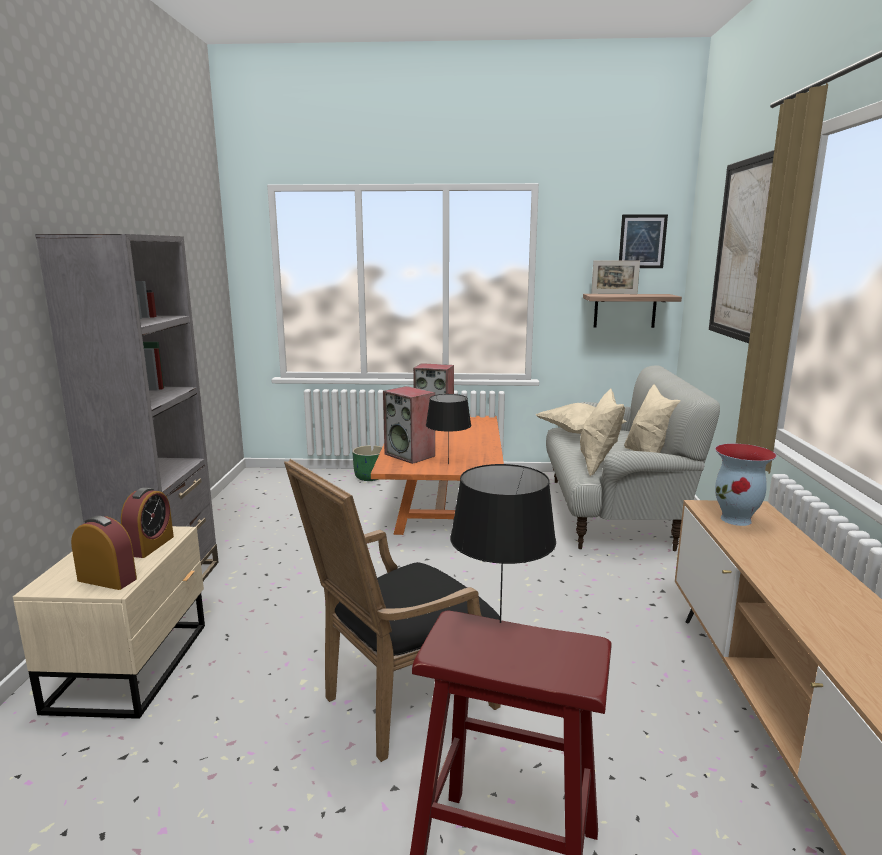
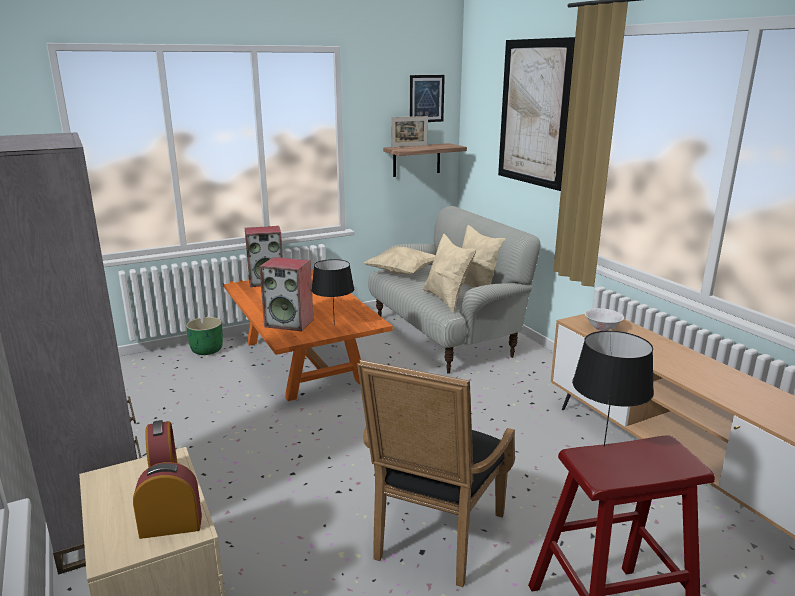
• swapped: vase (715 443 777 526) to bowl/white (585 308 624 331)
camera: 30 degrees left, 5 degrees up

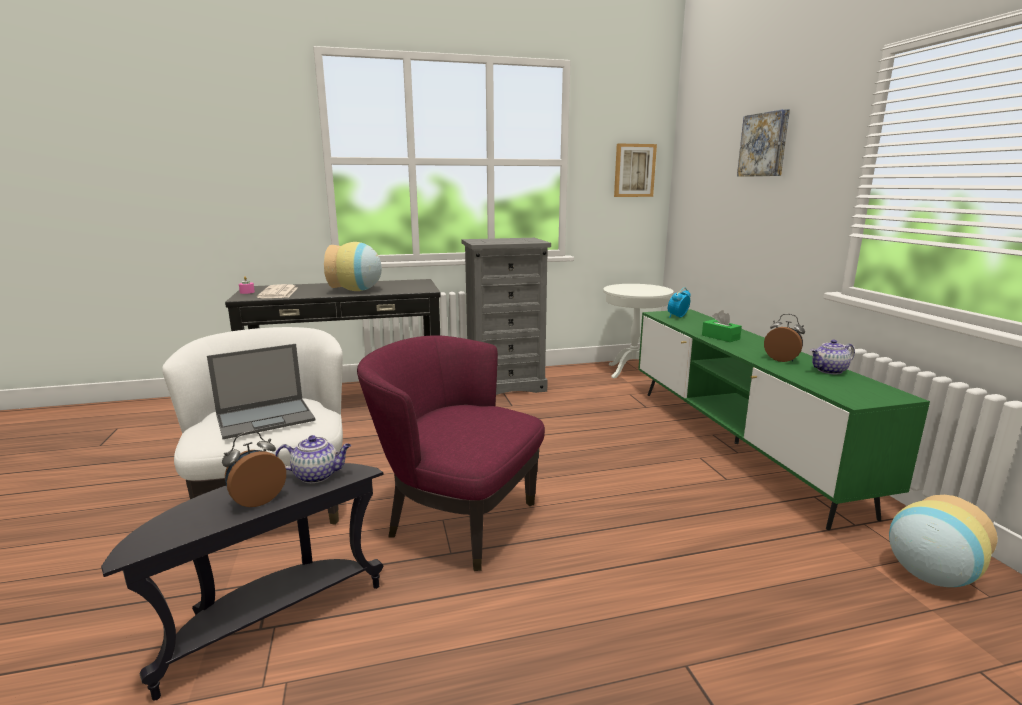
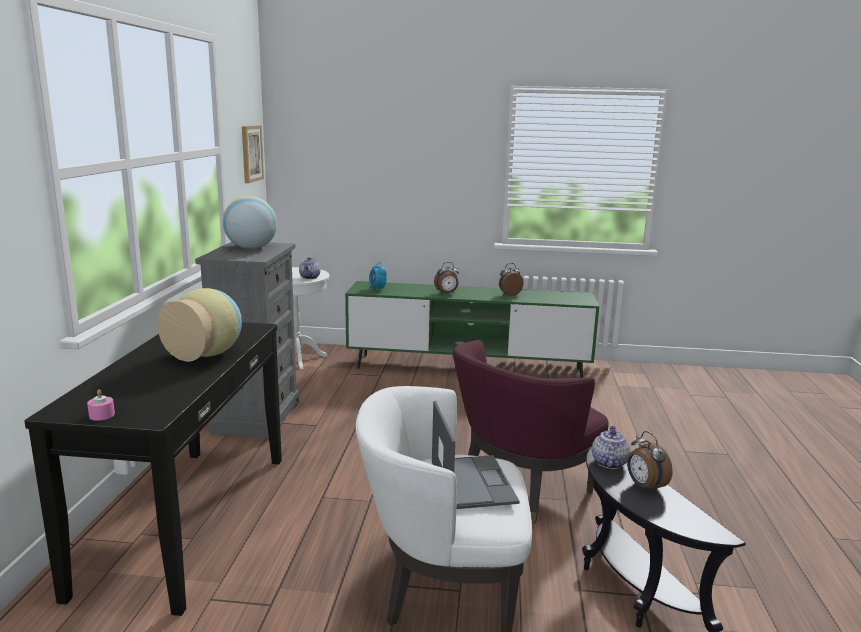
• shifted: vase (889 495 998 587) to (223 196 277 249)
• shifted: teapot (810 340 855 374) to (299 257 321 279)
• swapped: box of tissues/greenish (702 310 742 342) to alarm clock (434 262 459 294)
• gone: printed paper (257 284 297 298)
• gone: wall picture (737 109 790 177)
camera: 70 degrees left, 0 degrees up

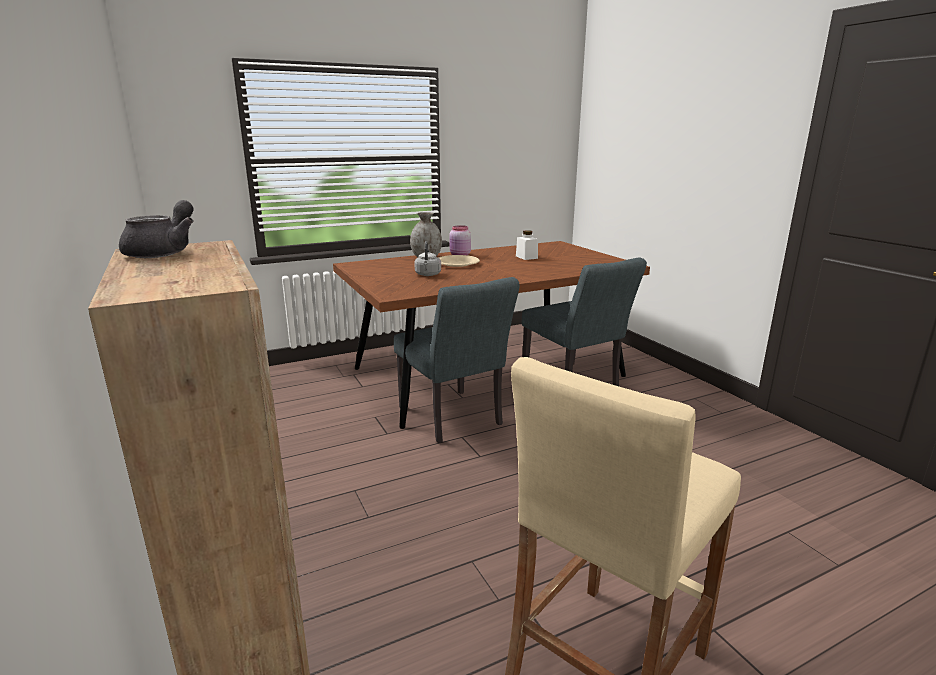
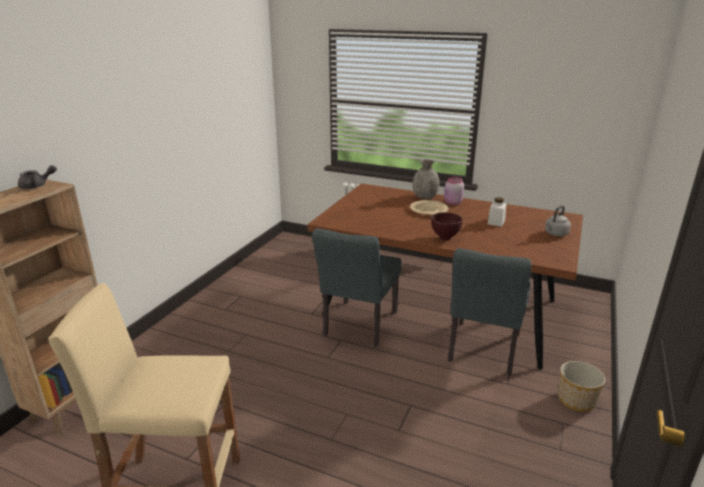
• new: bowl/brownish (431 212 463 240)
• shifted: water kettle/gray (414 241 441 276) to (545 205 571 236)
• new: plant pot (558 361 606 412)
camera: 50 degrees right, 5 degrees up

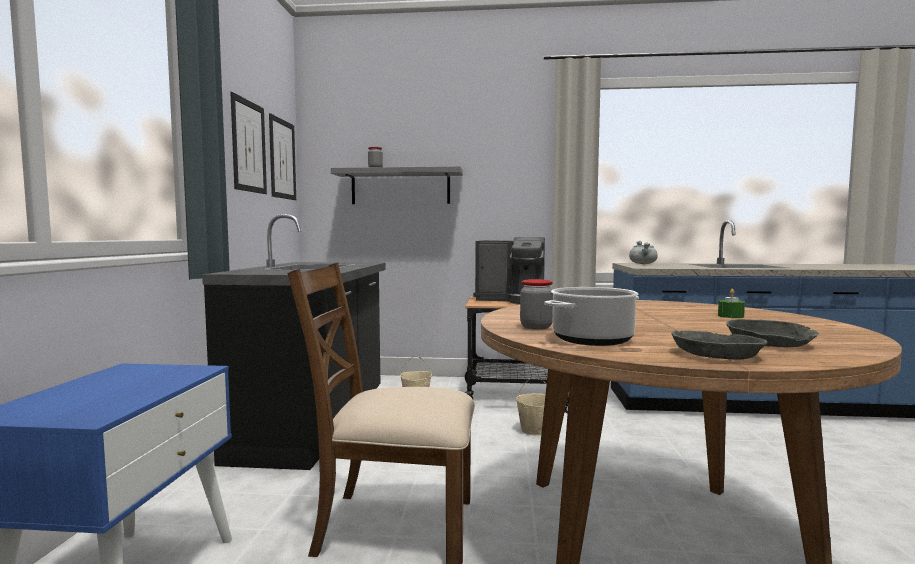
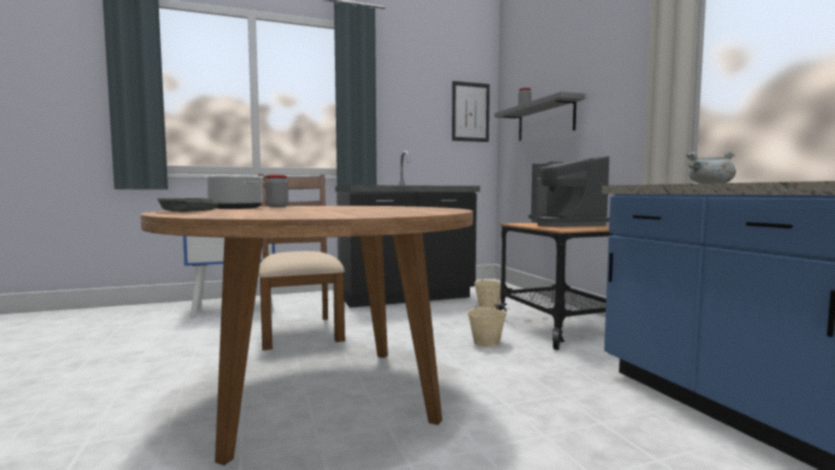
• gone: wall picture (230 92 267 194)
• gone: wax candle/greenish (718 289 745 318)
• gone: bowl/gray (726 319 818 347)
camera: 65 degrees right, 0 degrees up

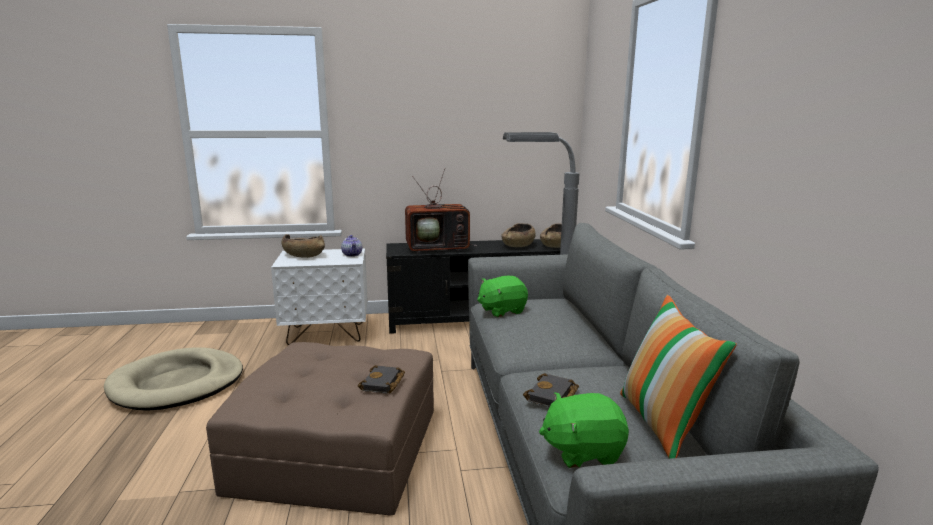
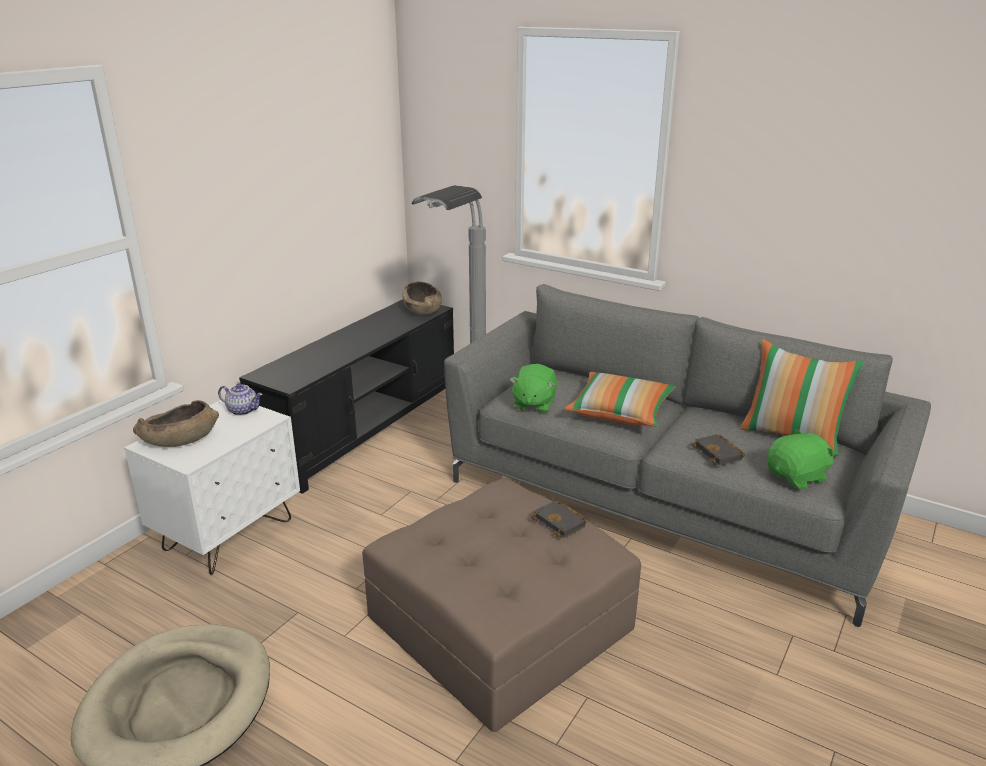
• new: throw pillow (564 372 675 427)
• rotated: cuddly toy/greenish (539 392 629 468) = (767 429 837 490) 150 degrees counterclockwise
• gone: TV (405 168 477 254)
• gone: bowl/brownish (501 223 536 247)
camera: 50 degrees left, 10 degrees up

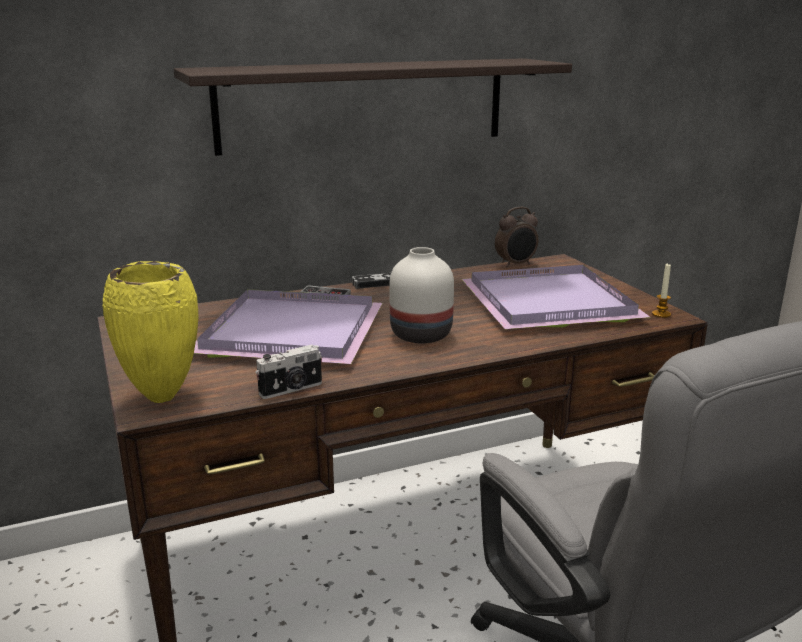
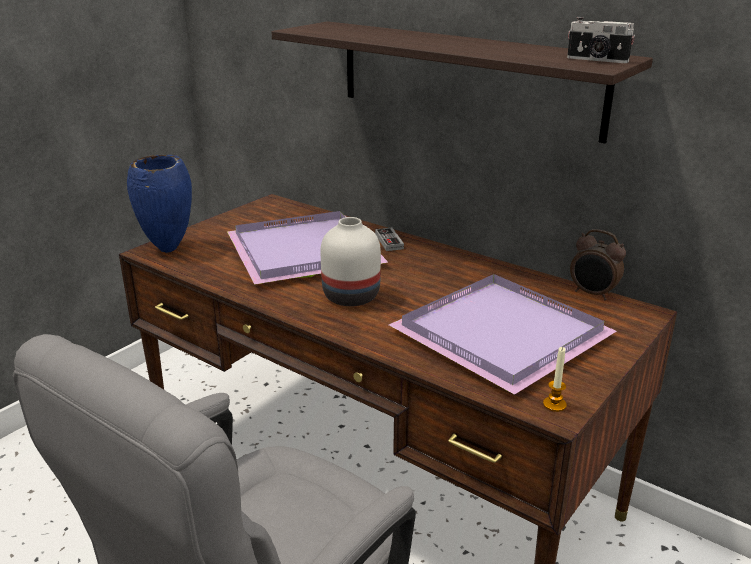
• repainted: vase/yellow (102 261 199 403) to vase/blue-coloured (127 155 192 253)
• shifted: photo camera (255 345 322 399) to (567 17 635 63)
• gone: gamepad (352 273 391 289)
camera: 60 degrees right, 5 degrees up

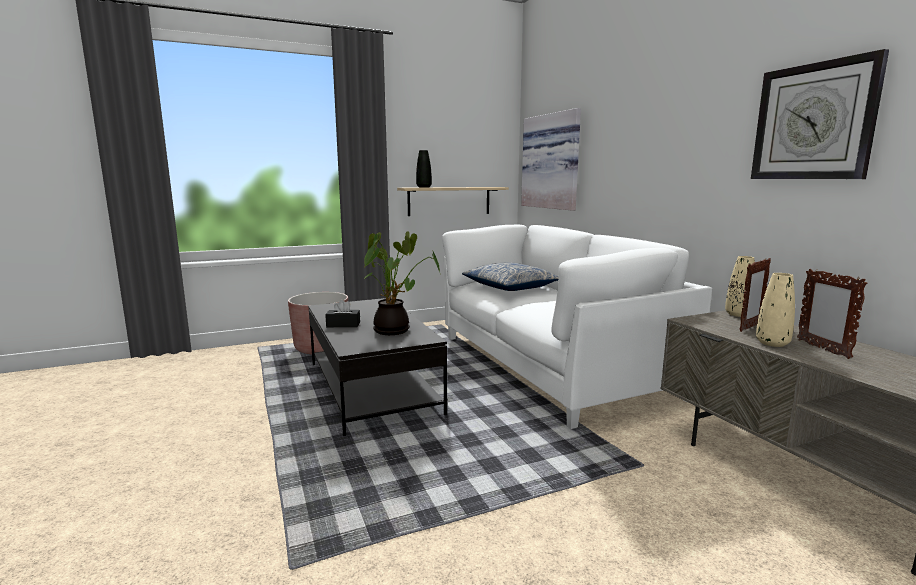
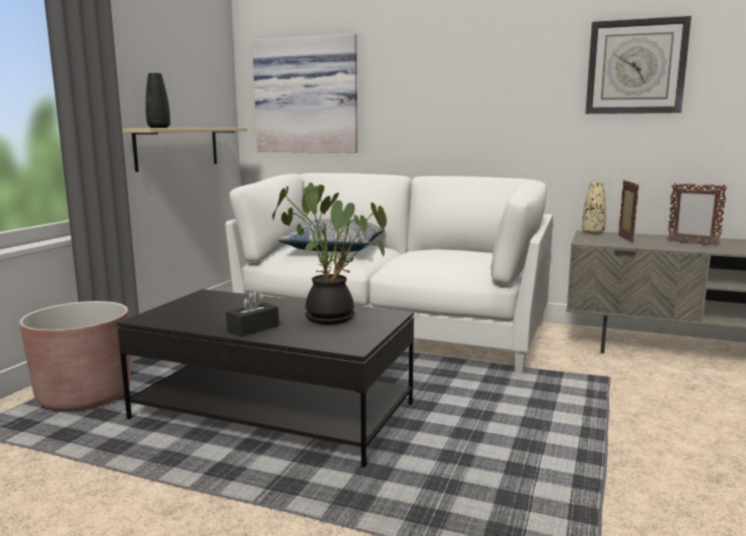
• gone: vase/beige (756 273 795 347)
camera: 45 degrees left, 0 degrees up

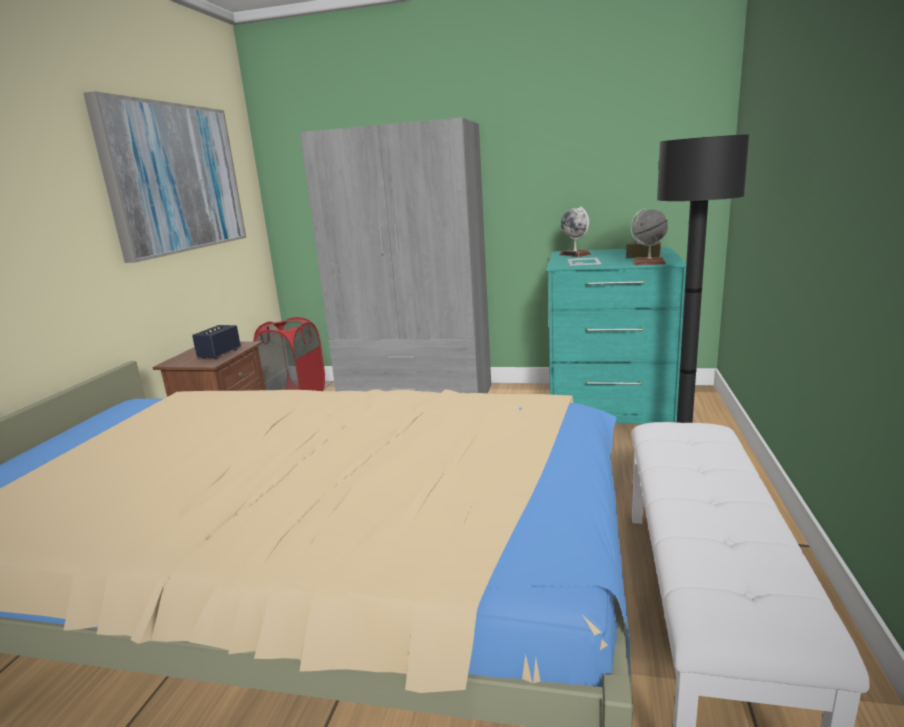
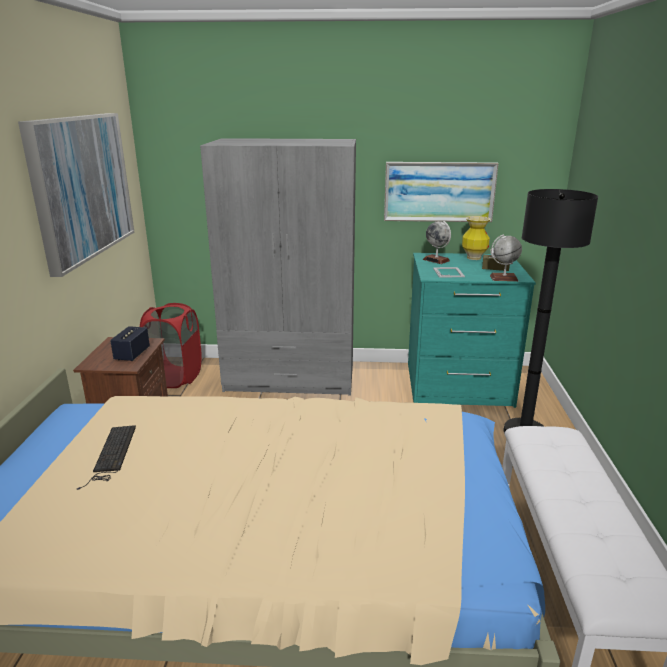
• new: keyboard (77 425 136 490)
• new: wall picture (384 162 499 222)
• new: vase (462 216 491 260)
camera: 10 degrees left, 5 degrees up

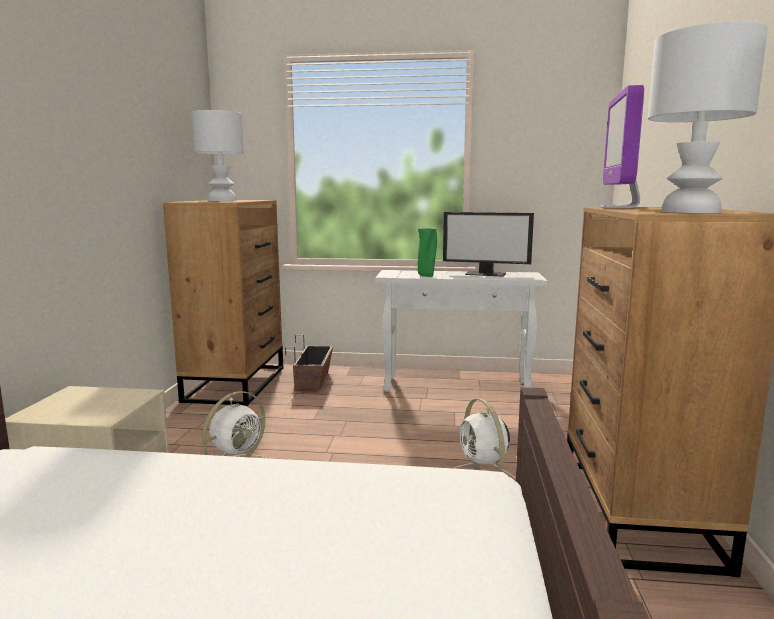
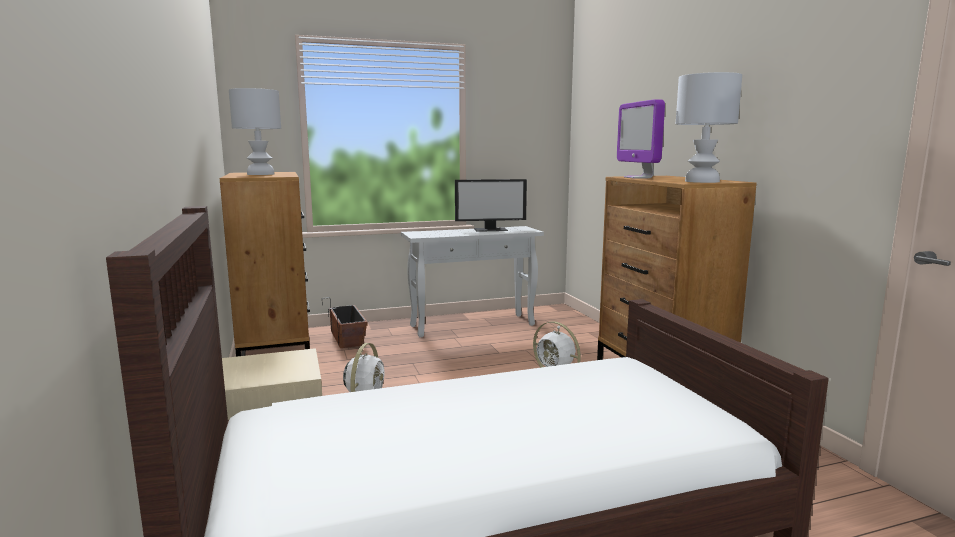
• gone: vase/greenish (418 228 437 277)
camera: 25 degrees left, 0 degrees up

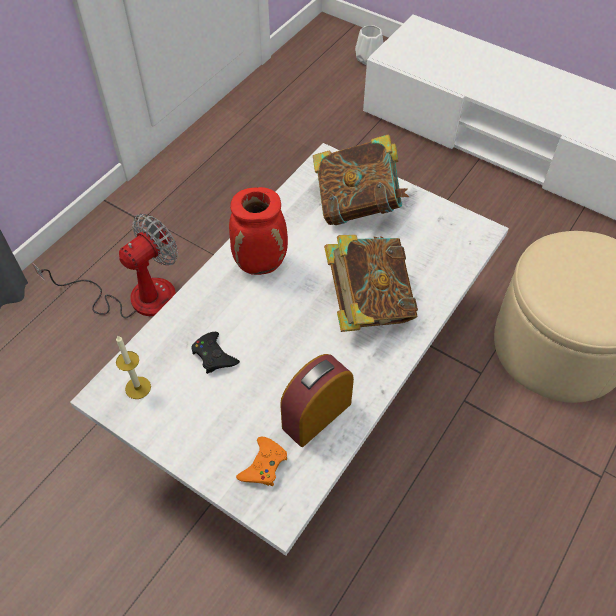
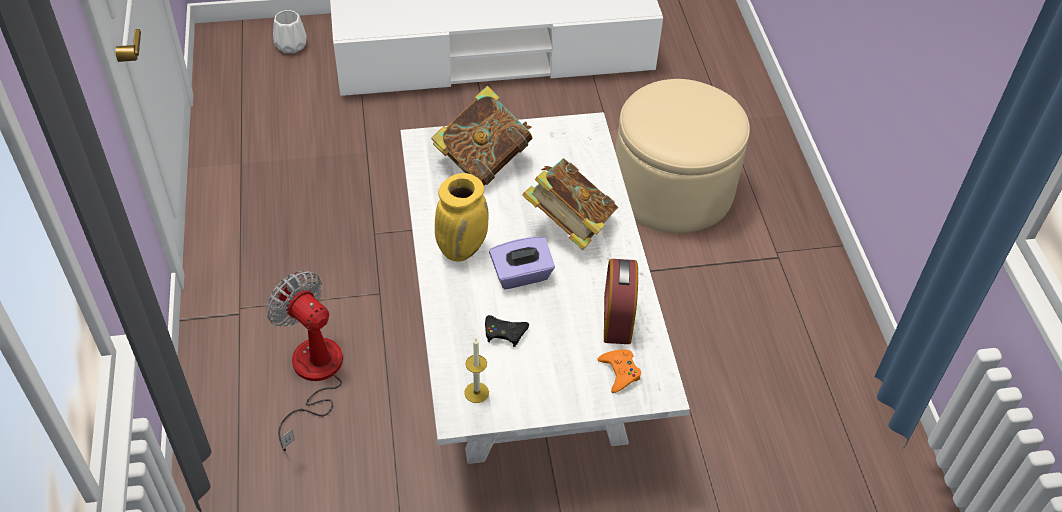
• rotated: electric fan (32 214 178 318) = (267 271 343 452) 45 degrees counterclockwise
• repainted: vase/red-coloured (229 187 288 275) to vase/yellow (435 173 489 262)
• new: box of tissues/purple (489 237 555 289)
camera: 45 degrees left, 5 degrees down

